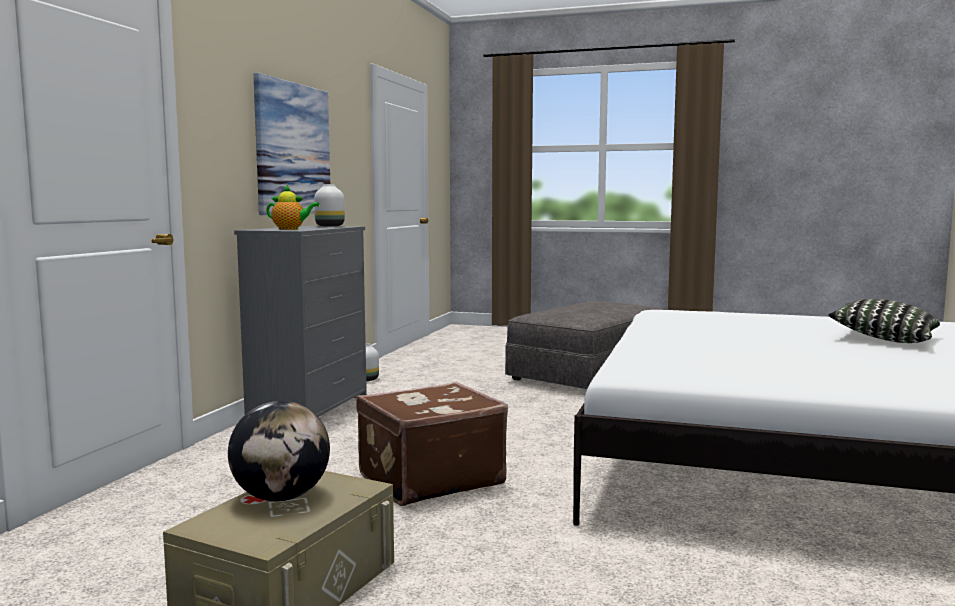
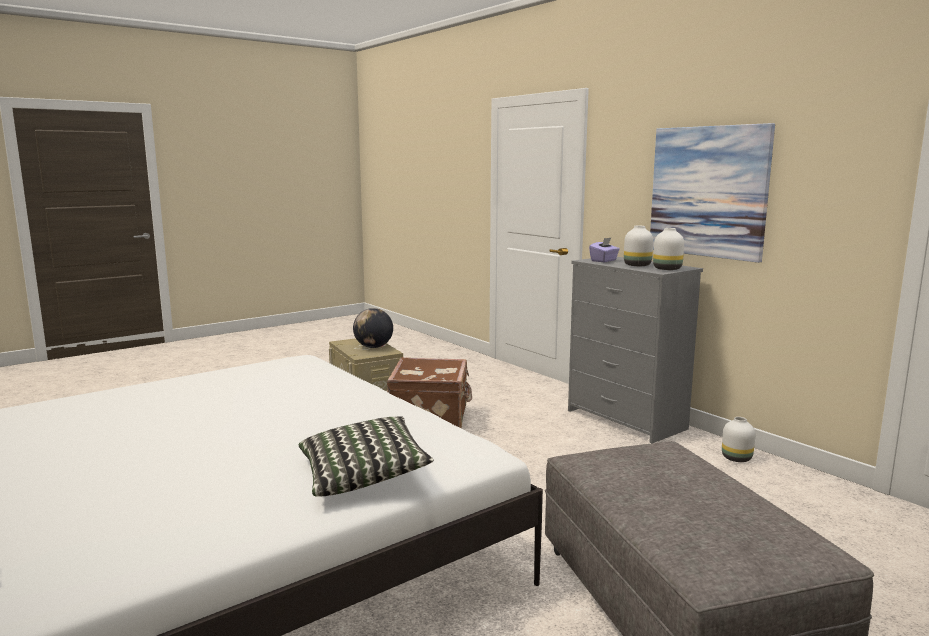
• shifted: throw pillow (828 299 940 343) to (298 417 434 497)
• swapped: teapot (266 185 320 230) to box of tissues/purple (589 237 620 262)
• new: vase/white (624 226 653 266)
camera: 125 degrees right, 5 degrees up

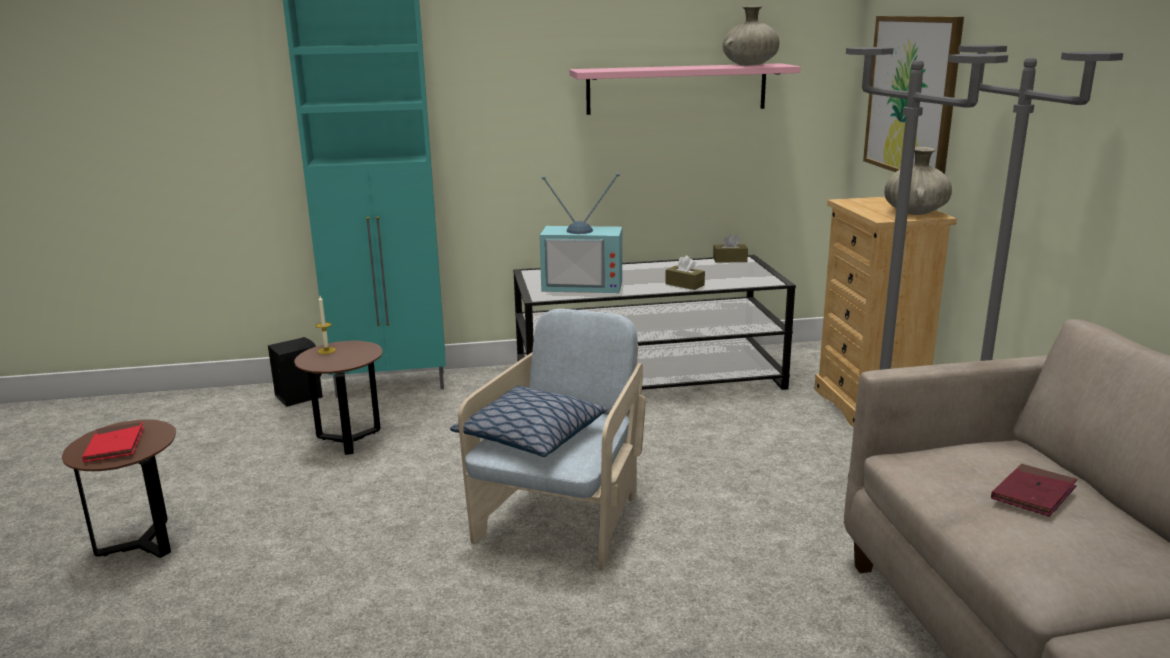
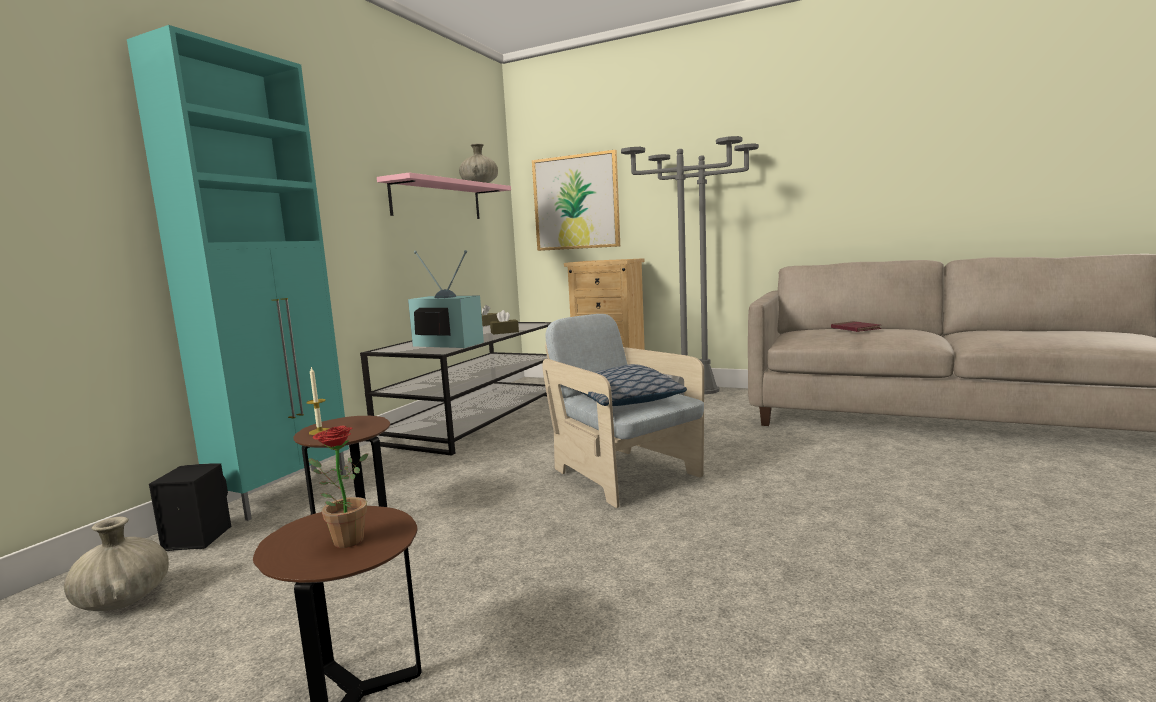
• shifted: vase/beige (884 147 952 215) to (64 516 169 611)
• swapped: book/red-coloured (82 422 144 462) to potted plant (308 426 369 548)
• rotated: TV (539 173 622 293) = (408 250 484 348) 105 degrees counterclockwise
camera: 55 degrees left, 10 degrees down

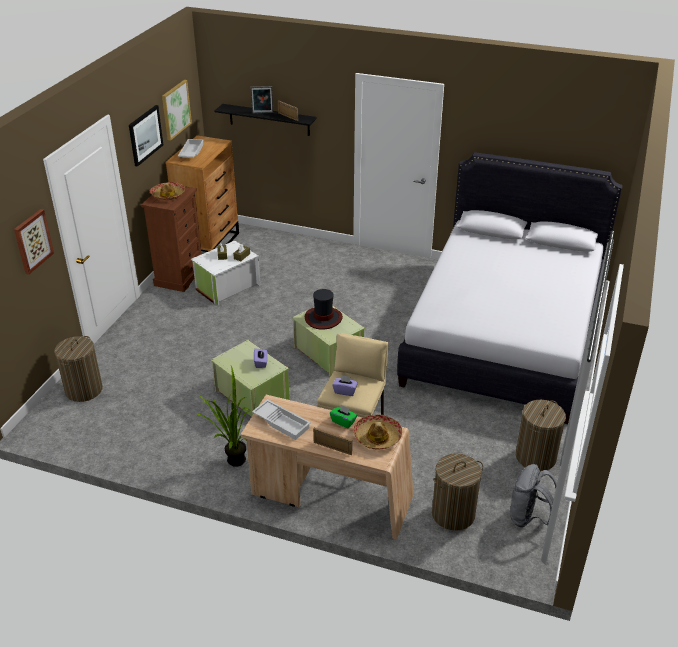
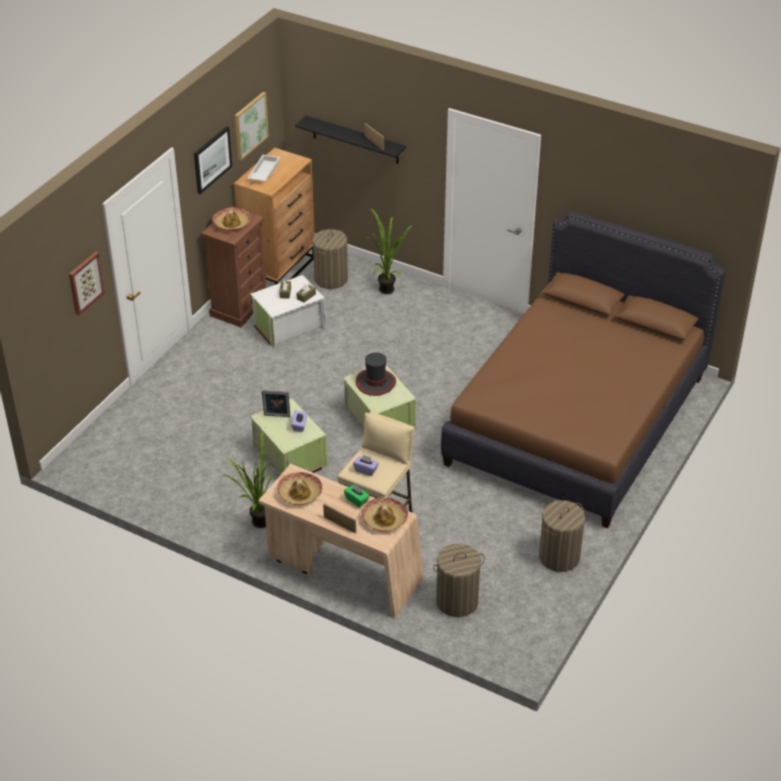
• shifted: photo frame (251 86 273 114) to (262 390 290 417)
• swapped: carrying tray/white (252 399 311 440) to hat (277 472 322 505)
• shifted: laundry basket (54 336 103 402) to (312 229 348 289)
• new: potted plant (365 208 412 294)
• repainted: sleeping bed/white (397 152 623 424) to sleeping bed/brownish (441 211 726 528)
• gone: rucksack/gray (510 464 557 527)
camera: 10 degrees right, 5 degrees up

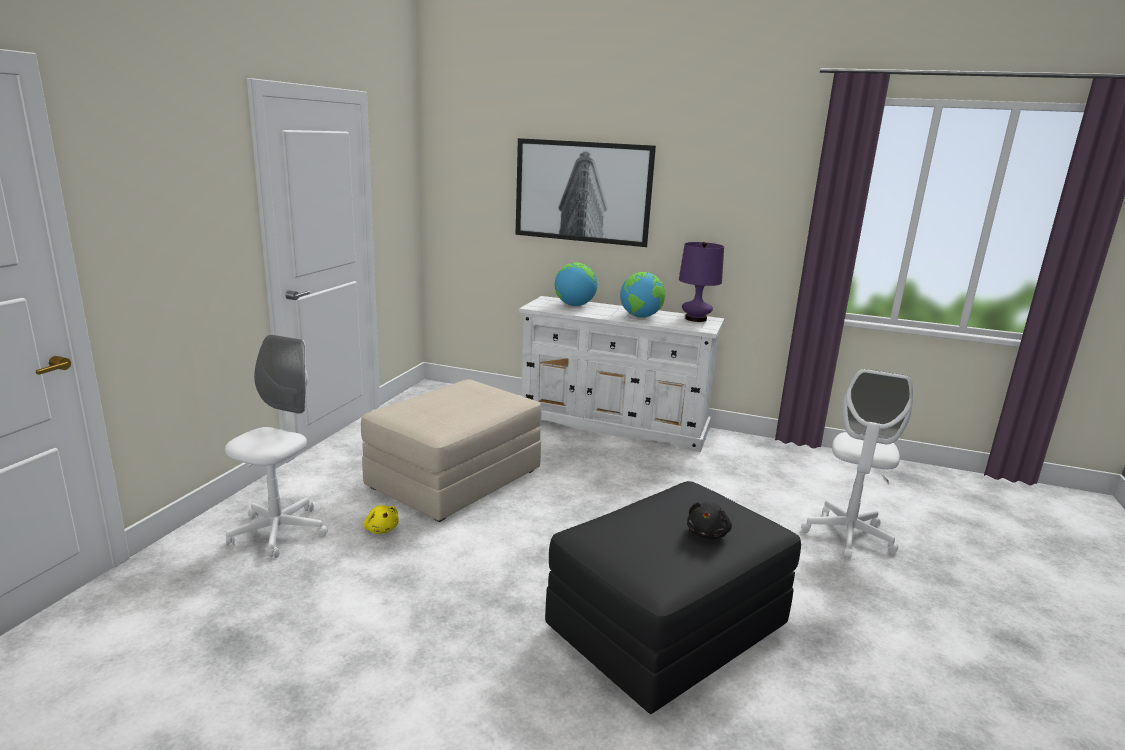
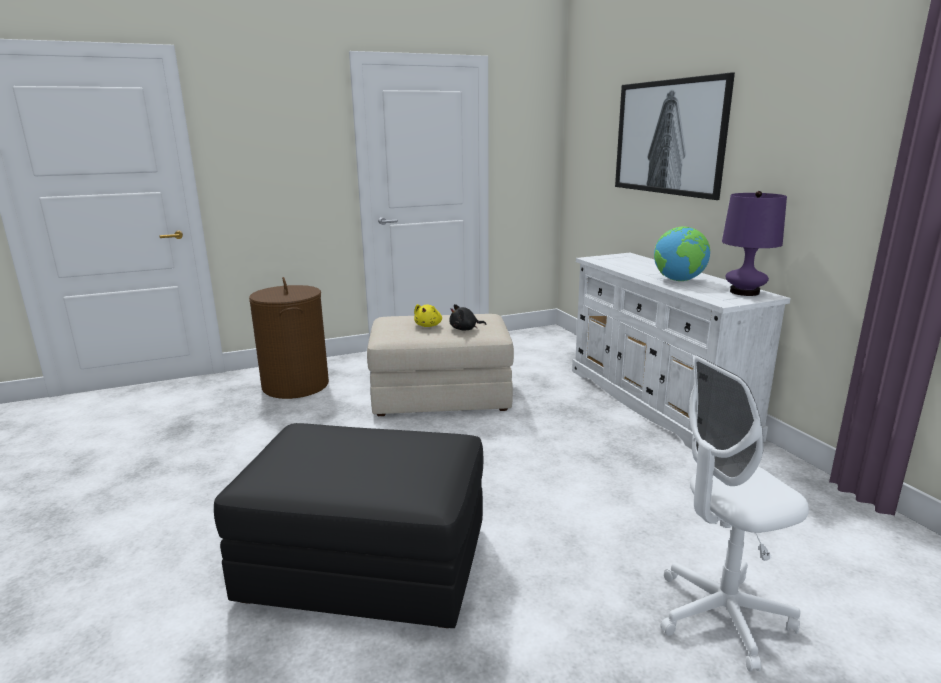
• swapped: desk chair/white (225 335 328 558) to laundry basket/brownish (249 277 329 399)
• shifted: cuddly toy/yellow (364 505 399 534) to (414 304 442 327)
• shifted: cuddly toy/blackish (687 502 732 539) to (449 304 486 331)
• gone: desk globe (554 263 598 306)
camera: 50 degrees right, 0 degrees up

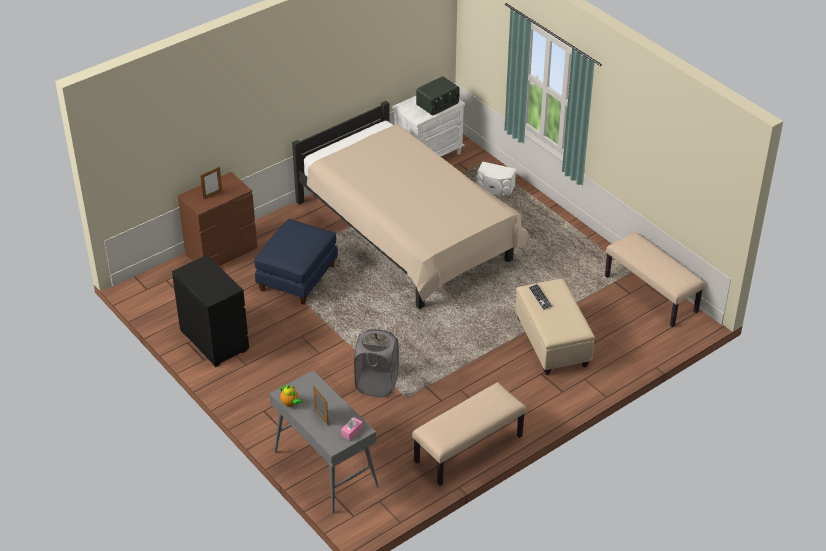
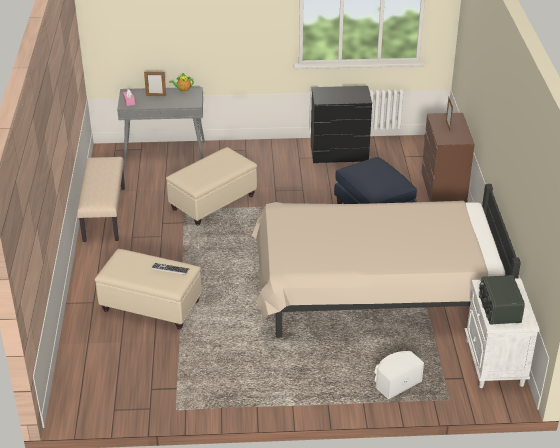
• swapped: laundry basket/gray (354 329 399 397) to footrest/beige (166 147 257 225)
• gone: long seat/beige (605 232 705 327)
camera: 125 degrees right, 5 degrees down

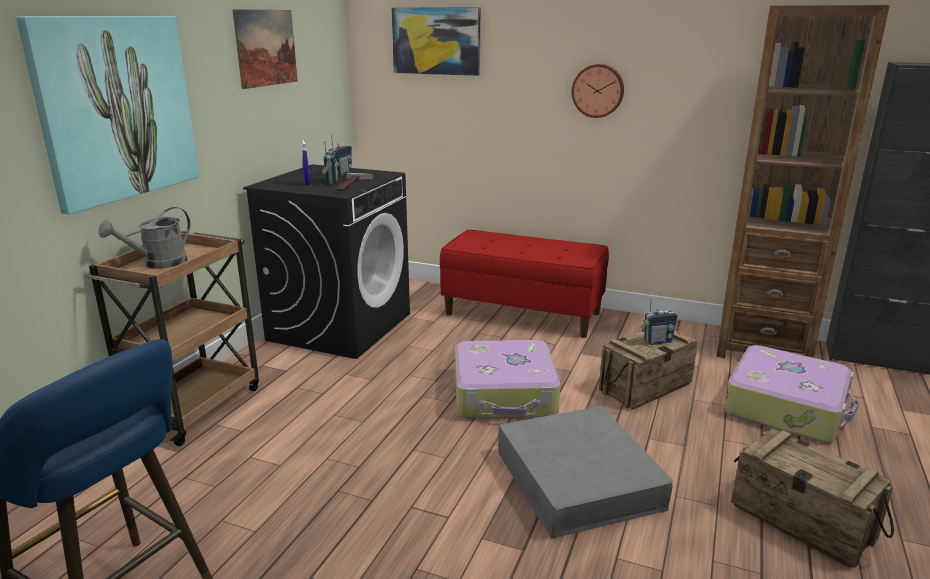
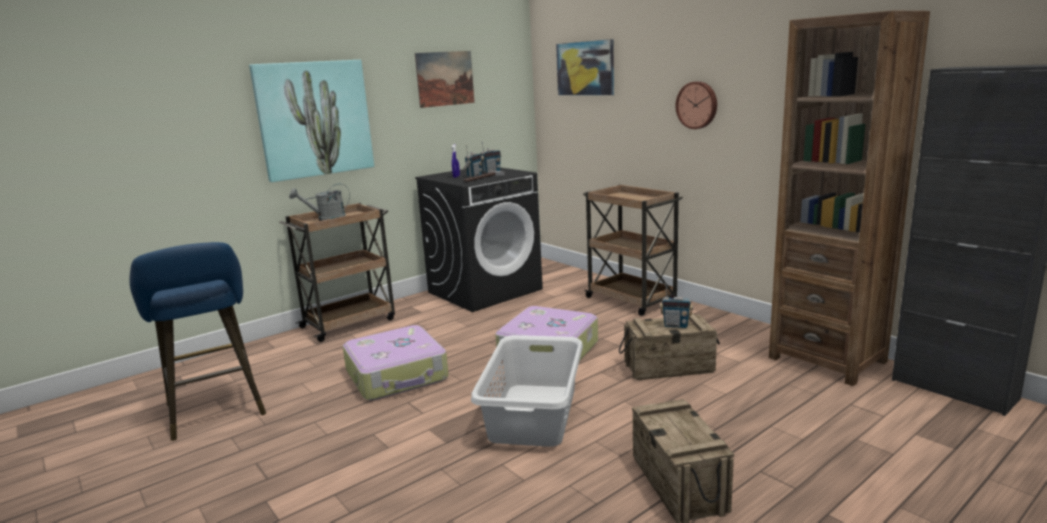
• shifted: piece of luggage (724 345 859 442) to (343 325 449 400)
• swapped: storage bin/gray (498 406 673 539) to laundry basket/gray (471 335 583 447)
• swapped: long seat/red-coloured (440 230 609 338) to wheeled cart/brownish (583 184 683 316)
camera: 30 degrees right, 5 degrees down

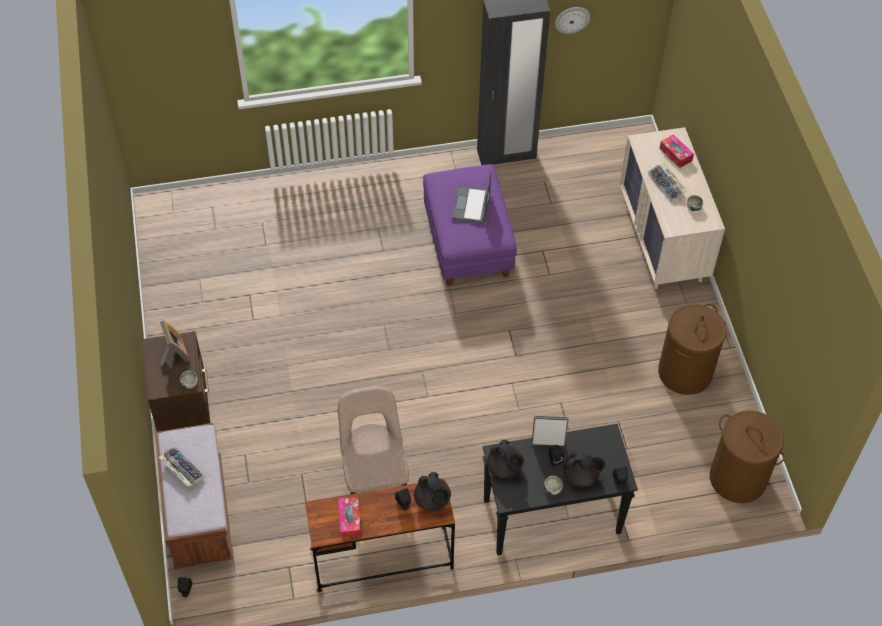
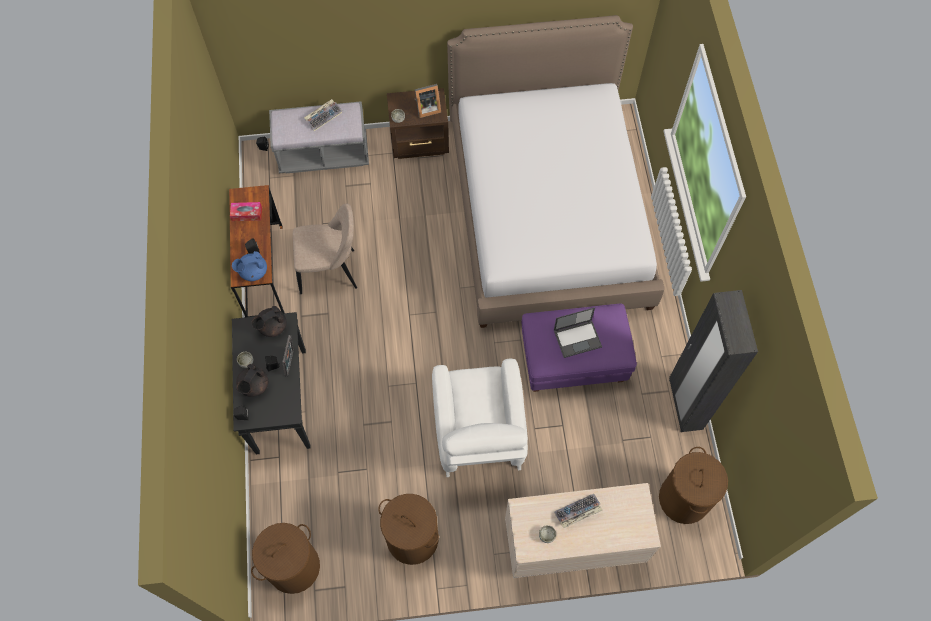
• repainted: teapot/blackish (414 472 451 511) to teapot/blue-coloured (232 251 267 281)
• repainted: long seat/brownish (155 423 233 569) to long seat/gray (269 101 369 173)
• new: armchair/white (432 359 528 477)
• new: sleeping bed (447 15 664 328)
• rotated: portable computer (452 172 491 223) = (554 307 602 358) 150 degrees clockwise
• new: laundry basket/brownish (659 447 728 524)
• gone: hanging clock (555 7 590 34)
• gone: box of tissues (659 134 694 168)
camera: 95 degrees right, 10 degrees up

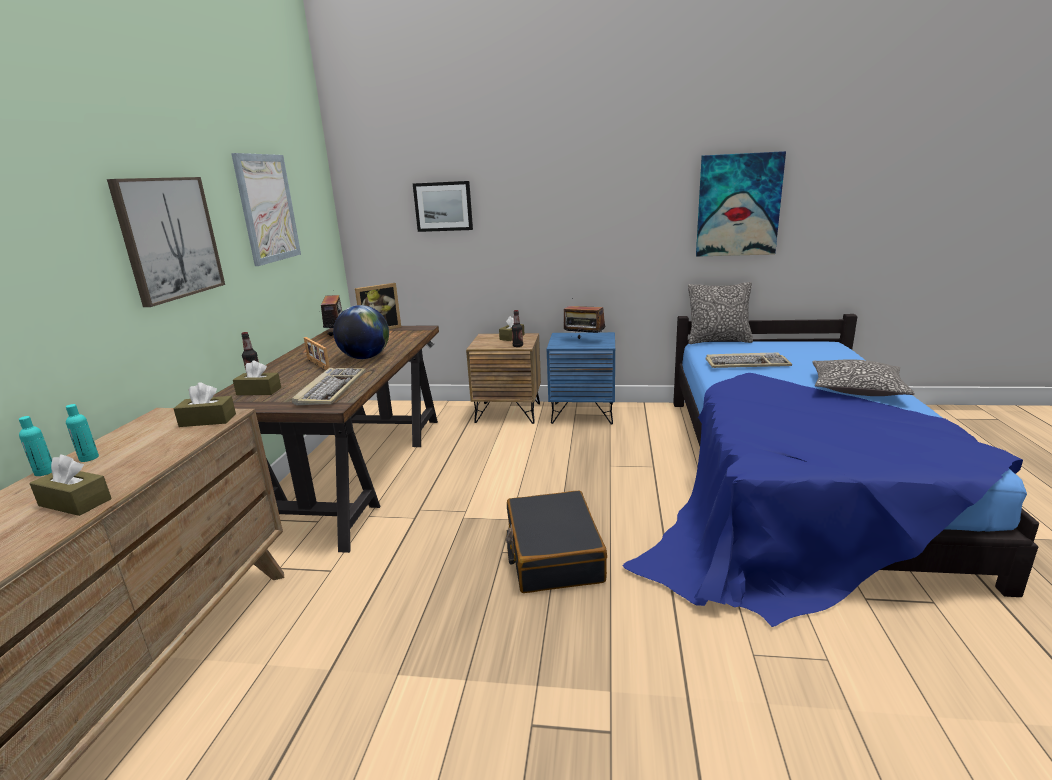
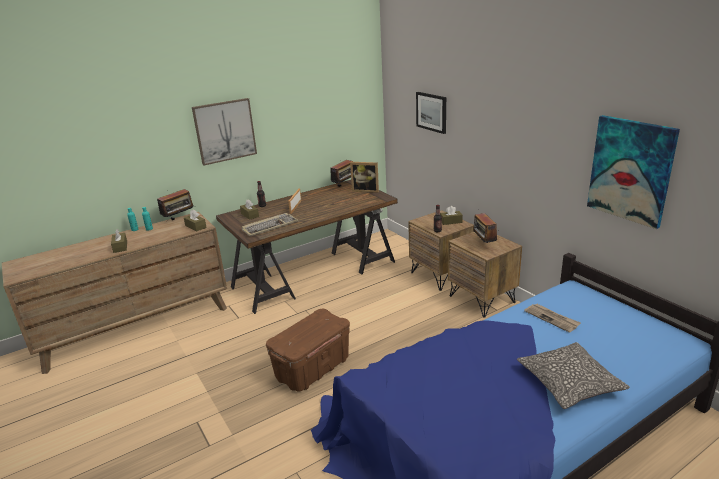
• new: radio (157 189 195 221)
• swapped: piece of luggage/blackish (506 490 607 593) to storage bin/brownish (266 309 350 392)
• repainted: bedside table/blue-coloured (547 332 615 424) to bedside table/brownish (448 232 522 318)
• swapped: keyboard (706 353 792 368) to printed paper (524 304 581 333)
• gone: wall picture (231 153 301 266)
• gone: desk globe (333 305 389 359)
• gone: throw pillow (688 282 753 344)
camera: 50 degrees right, 5 degrees up

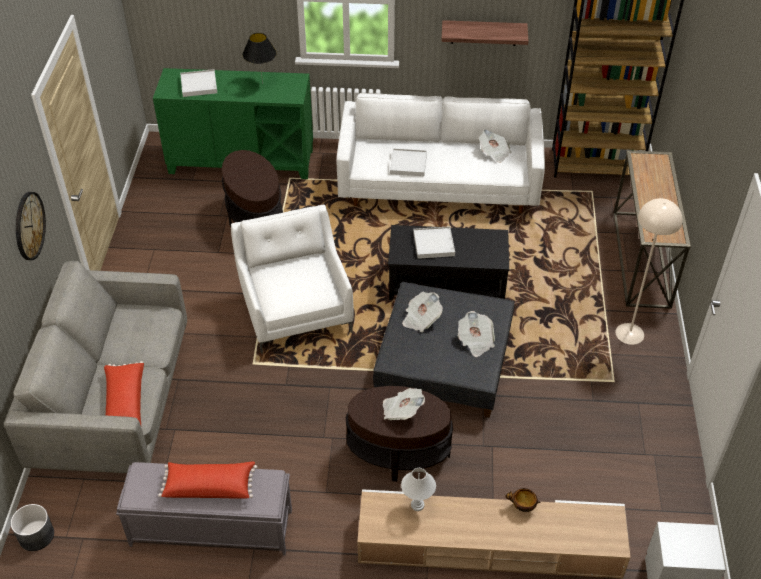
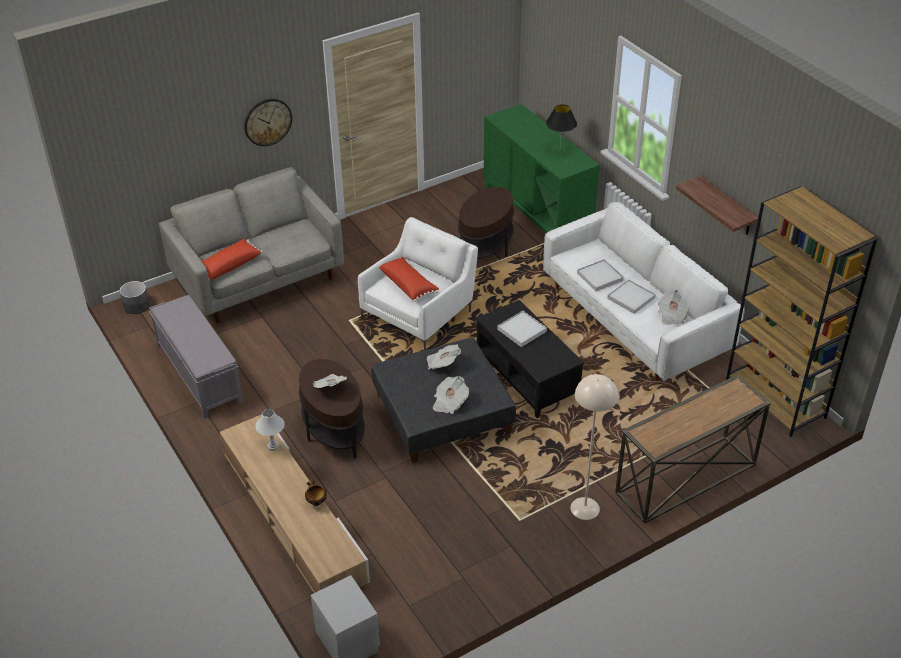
• shifted: throw pillow/red-coloured (158 461 257 499) to (378 257 439 302)
• shifted: carrying tray/white (181 69 217 97) to (607 279 656 314)
camera: 55 degrees right, 5 degrees down

